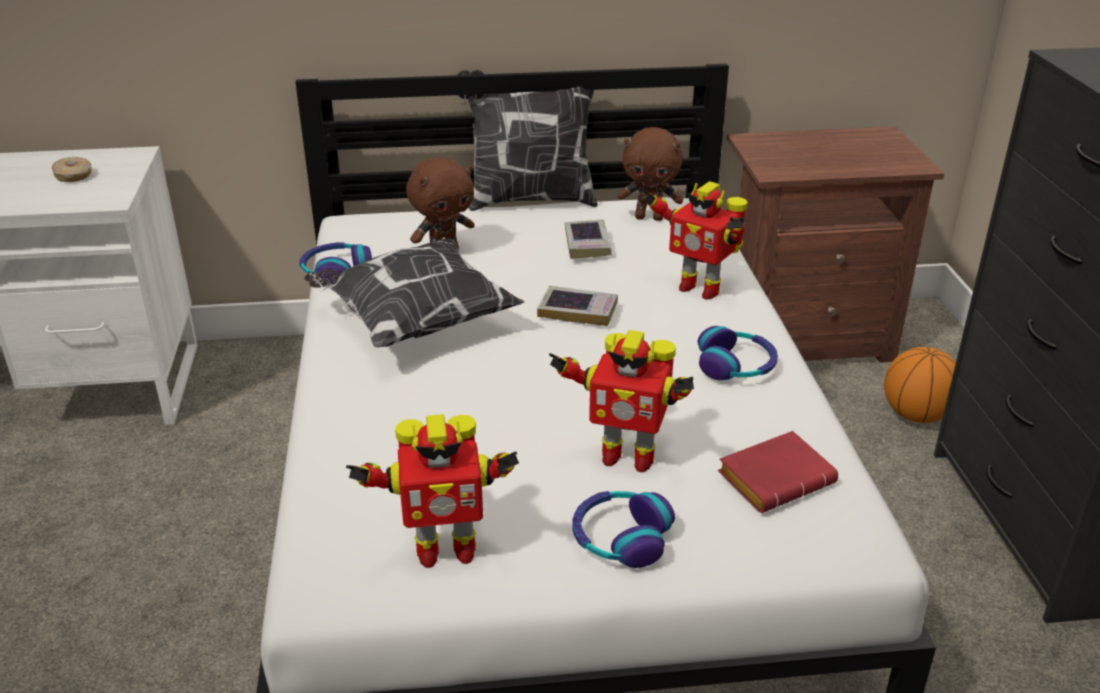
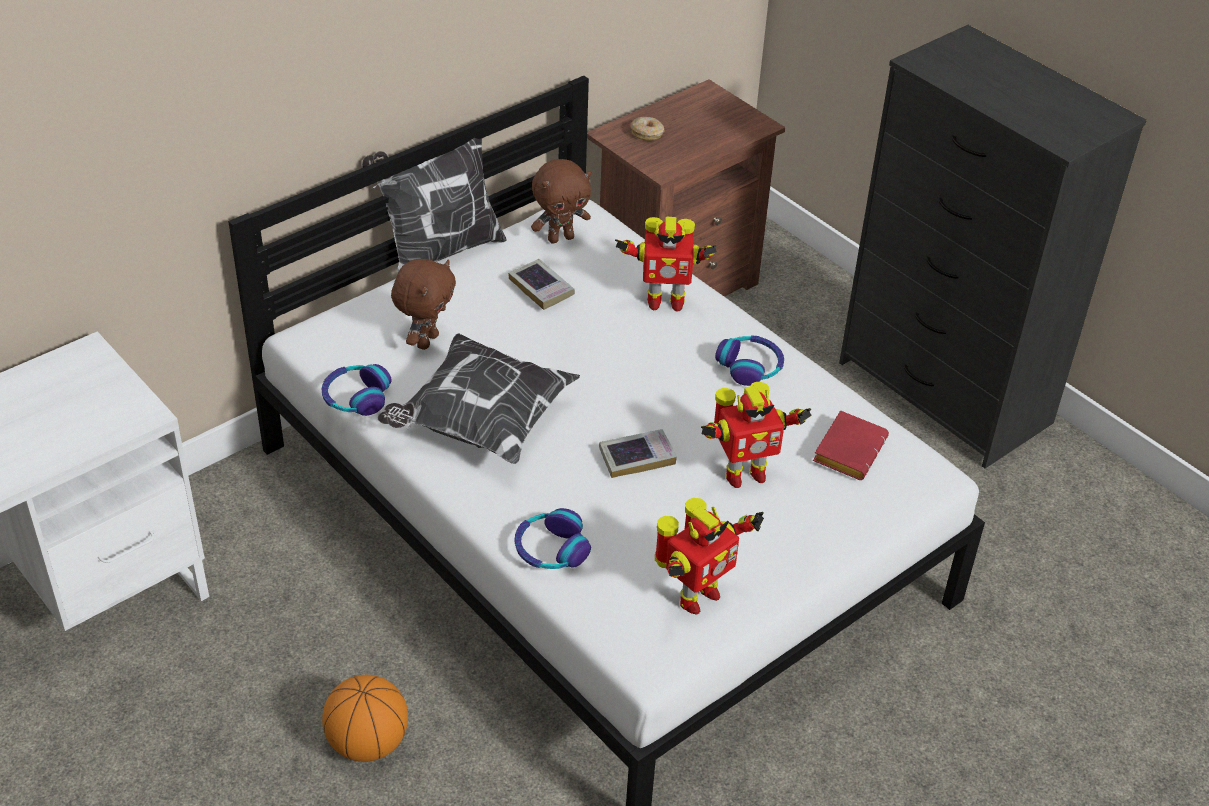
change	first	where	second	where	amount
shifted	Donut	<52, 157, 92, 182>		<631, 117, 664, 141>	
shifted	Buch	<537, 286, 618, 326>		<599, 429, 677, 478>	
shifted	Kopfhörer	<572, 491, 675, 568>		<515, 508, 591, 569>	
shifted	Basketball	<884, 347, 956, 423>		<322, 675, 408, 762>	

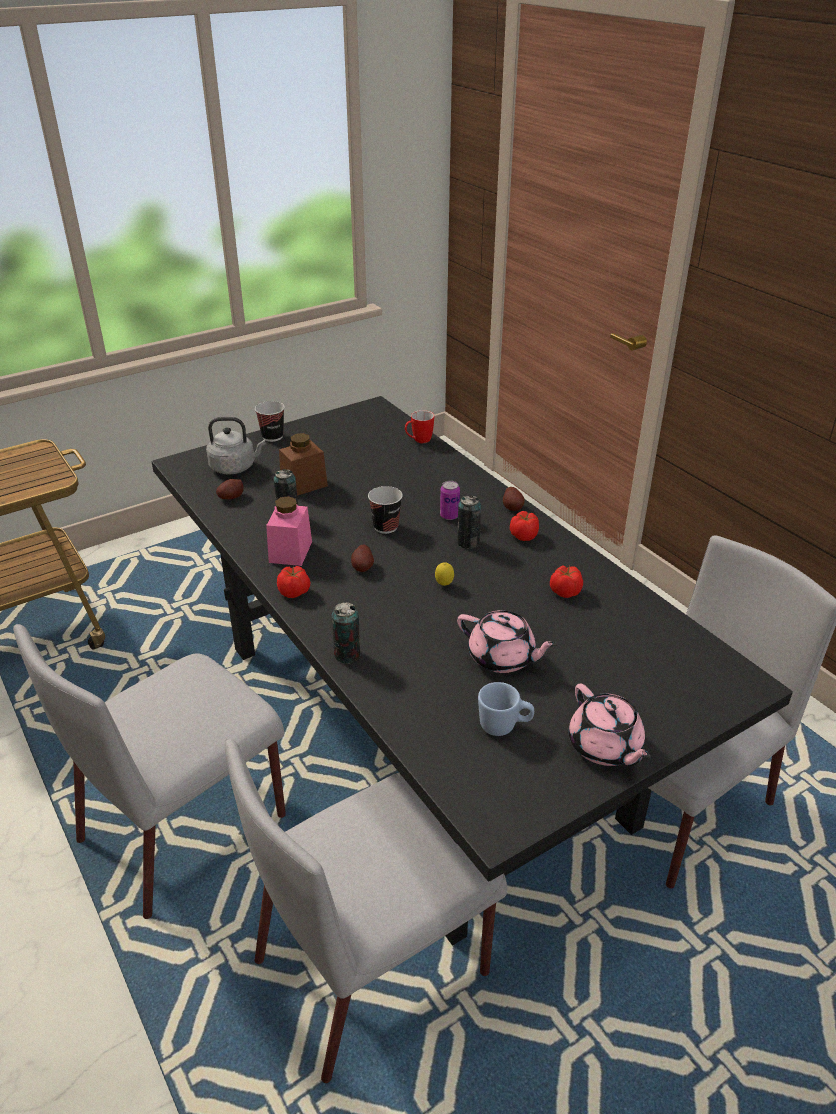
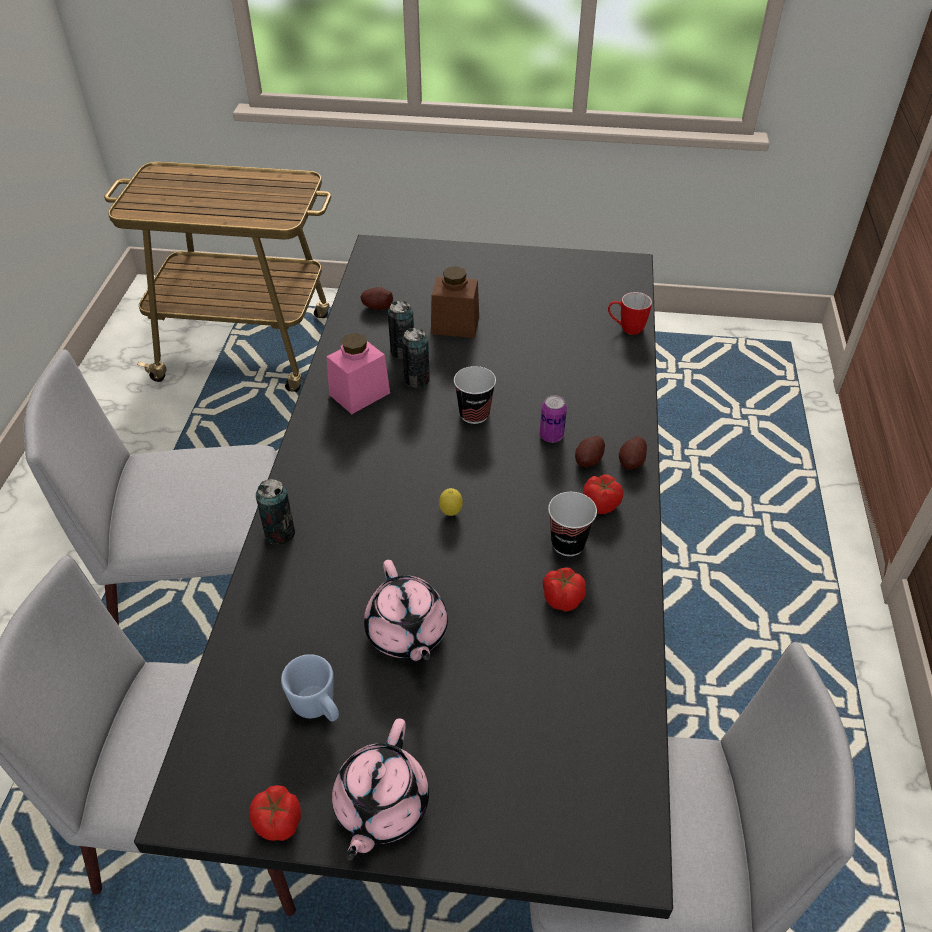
change	first	where	second	where	amount
gone	Wasserkessel/grau	<206, 417, 266, 475>			
shifted	Tasse	<255, 401, 285, 442>		<548, 492, 597, 556>	
shifted	Tomate	<277, 566, 310, 598>		<249, 785, 301, 841>	
shifted	Kartoffel	<351, 545, 374, 572>		<575, 436, 605, 467>	
shifted	Dose	<457, 495, 481, 549>		<402, 328, 430, 388>	

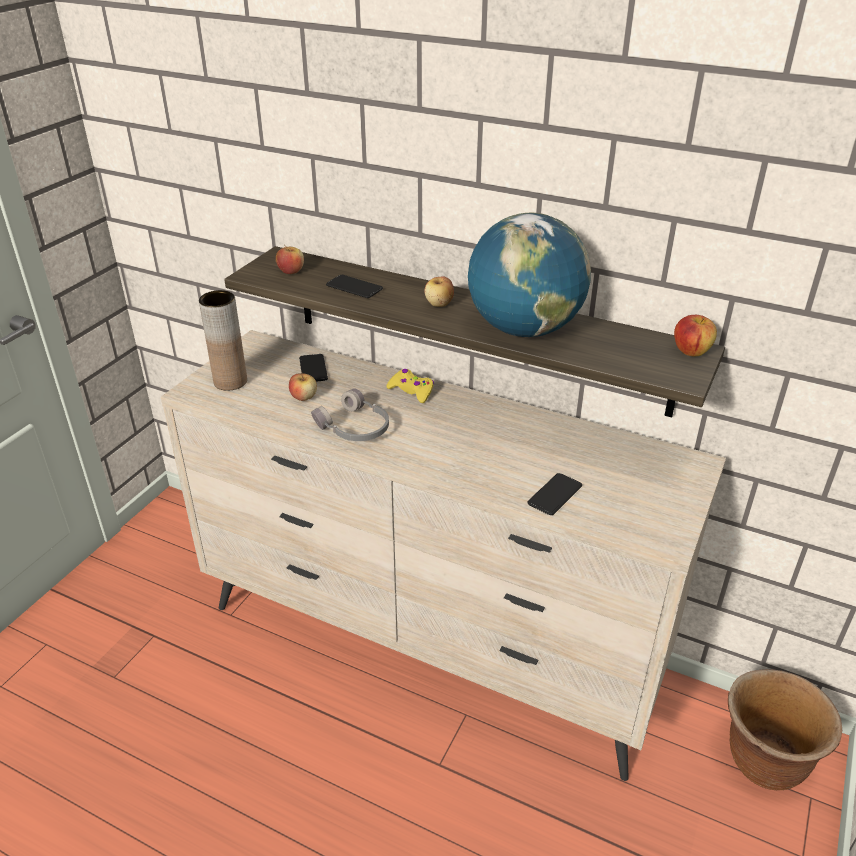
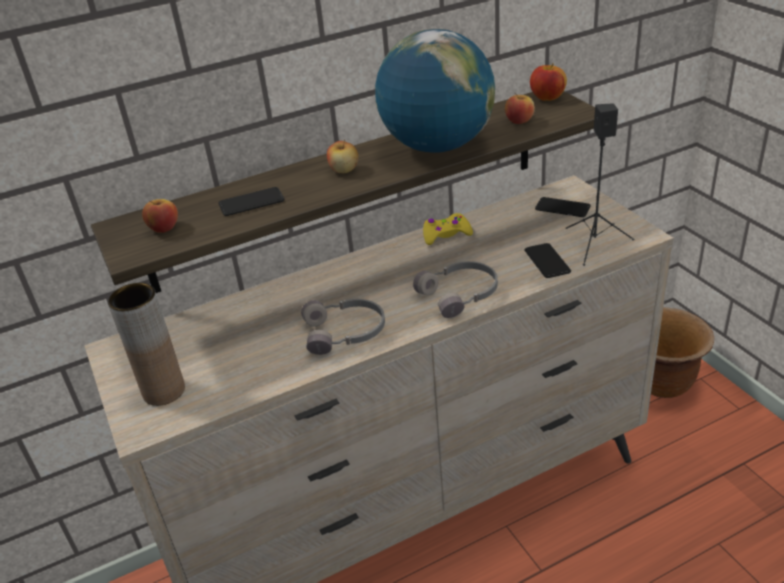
change	first	where	second	where	amount
new			Kopfhörer/grau	<413, 261, 498, 318>	
new			Lautsprecher/schwarz	<566, 103, 634, 266>	
shifted	Apfel	<289, 374, 317, 401>		<505, 93, 535, 124>	
shifted	Handy	<299, 354, 328, 382>		<535, 197, 590, 217>	
shifted	Gamepad/gelb	<386, 369, 434, 403>		<423, 213, 473, 245>	

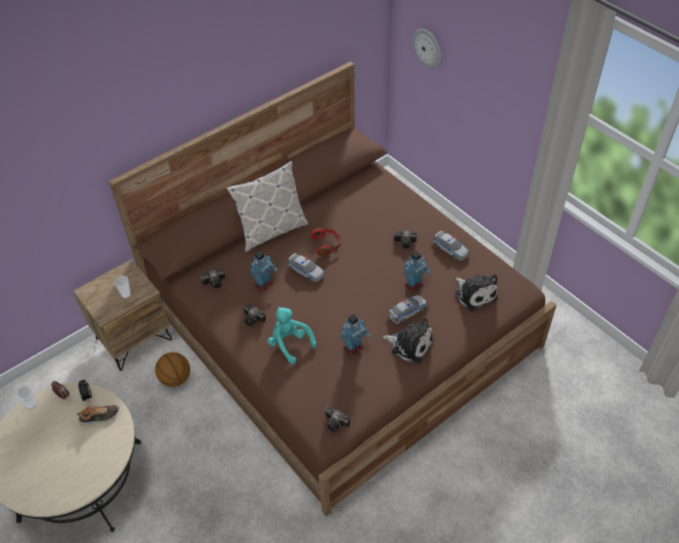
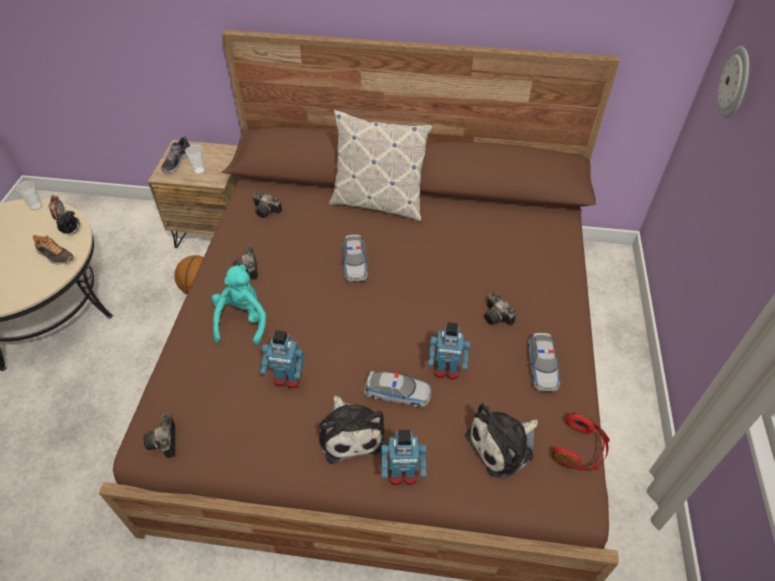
change	first	where	second	where	amount
new			Schuh	<161, 135, 190, 173>	
shifted	Spielzeugroboter	<250, 251, 278, 290>		<381, 430, 426, 485>	
shifted	Kopfhörer/rot	<311, 228, 341, 256>		<552, 412, 610, 471>	
rotated	Plüschtier	<455, 274, 498, 311>		<465, 403, 538, 478>	45 degrees clockwise

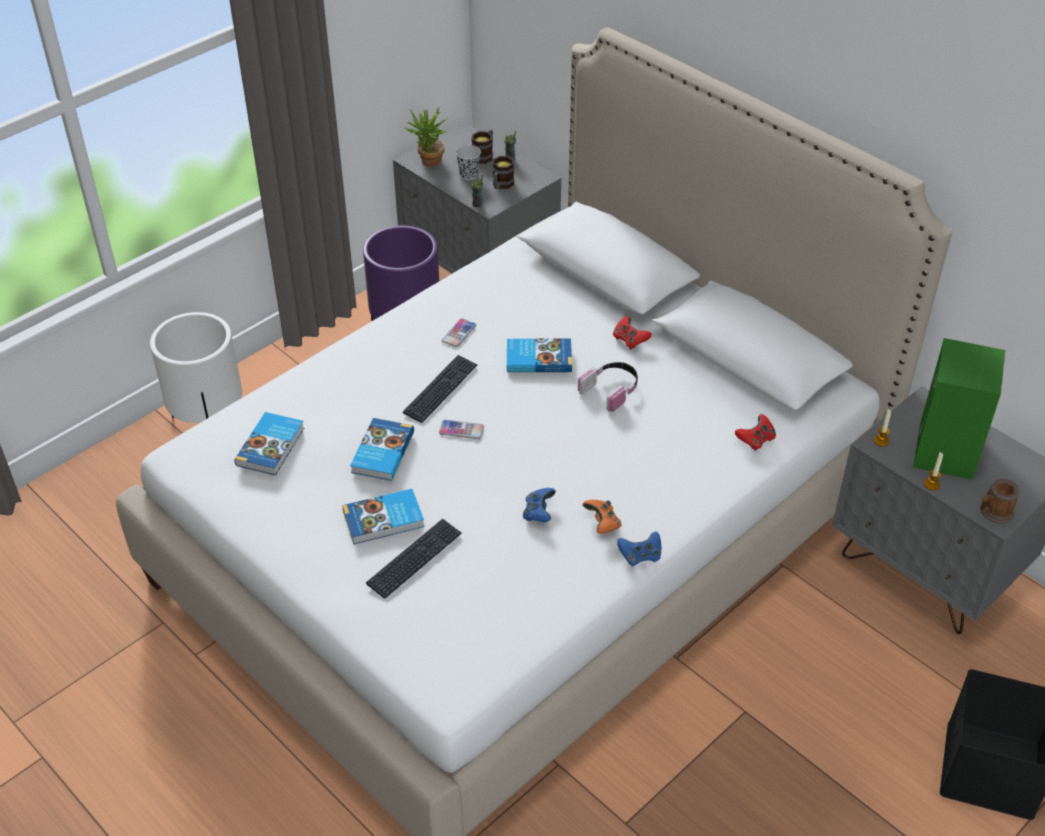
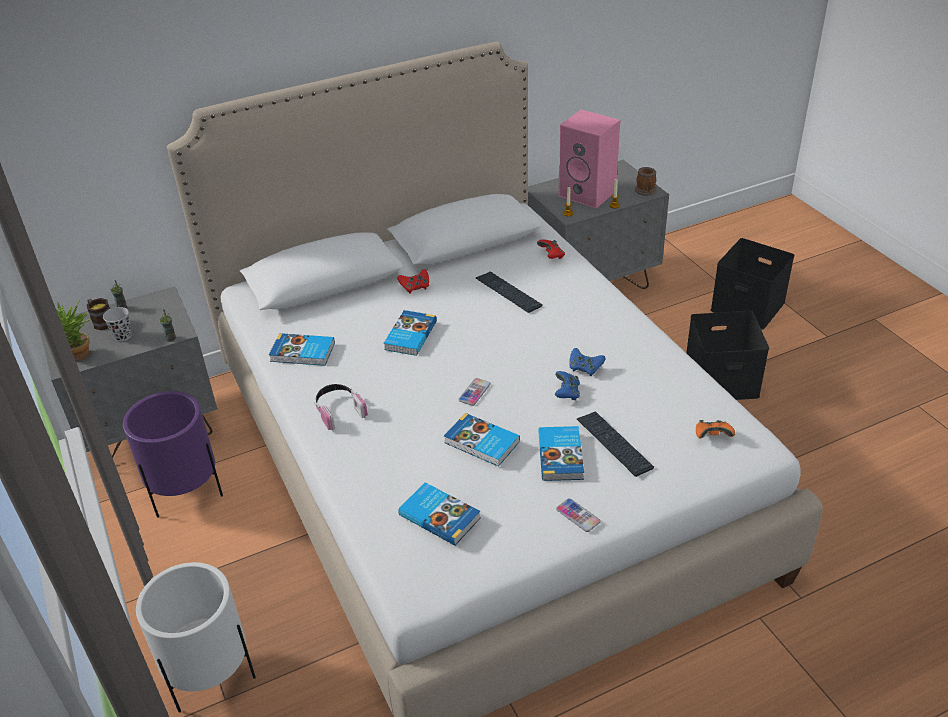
change	first	where	second	where	amount
gone	Henkelbecher	<493, 156, 514, 189>			
new			Buch	<269, 333, 335, 366>	
new			Aufbewahrungsbox/schwarz	<686, 311, 769, 400>	
shifted	Tastatur	<403, 355, 478, 423>		<476, 272, 543, 313>	
shifted	Handy	<442, 318, 476, 347>		<556, 498, 601, 532>	
shifted	Kopfhörer	<578, 362, 638, 412>		<314, 384, 368, 431>	
shifted	Gamepad/orange	<582, 500, 622, 534>		<696, 420, 735, 438>	
shifted	Gamepad/blau	<617, 531, 661, 566>		<555, 371, 580, 400>	
repainted	Lautsprecher/grün	<913, 338, 1005, 480>	Lautsprecher/rosa	<558, 110, 620, 208>	

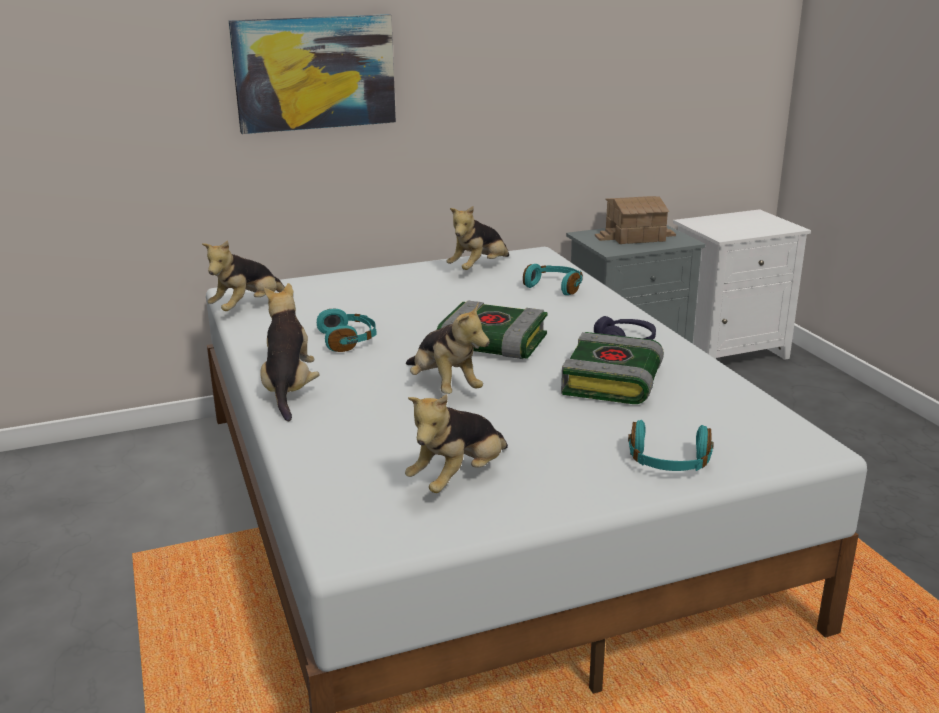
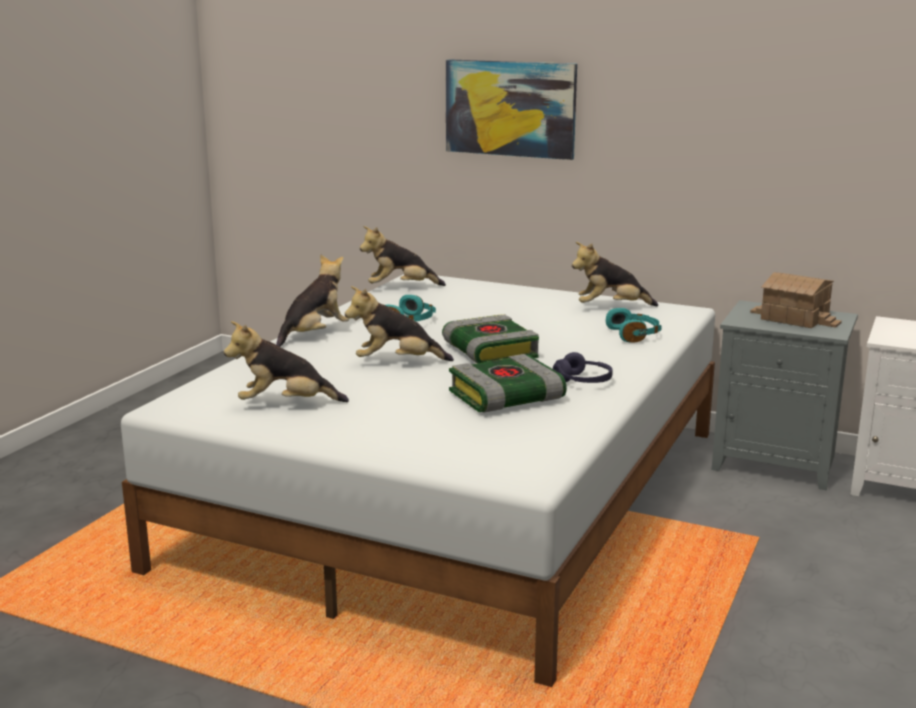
change	first	where	second	where	amount
gone	Kopfhörer/türkis	<628, 420, 714, 471>			
rotated	Plüschtier	<406, 303, 490, 394>		<345, 286, 454, 361>	75 degrees clockwise

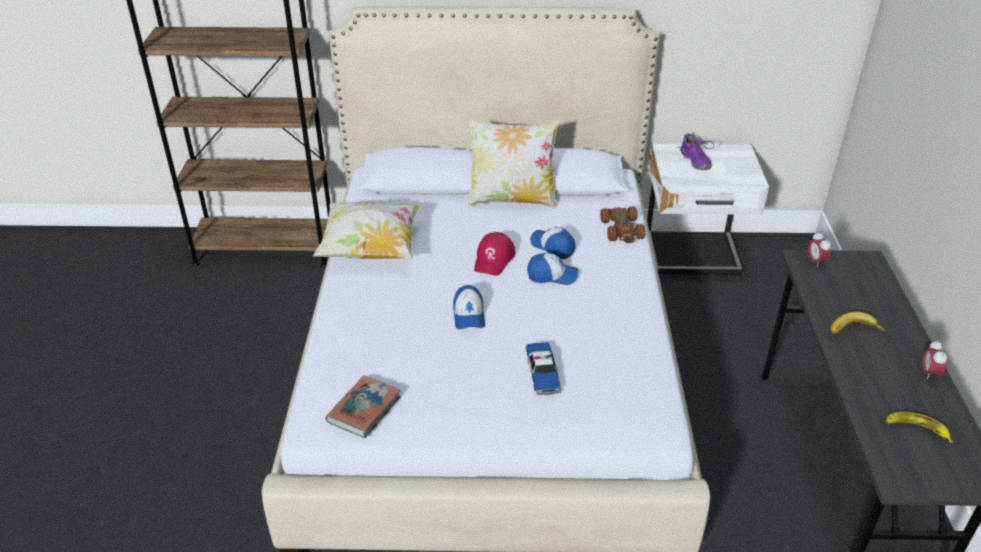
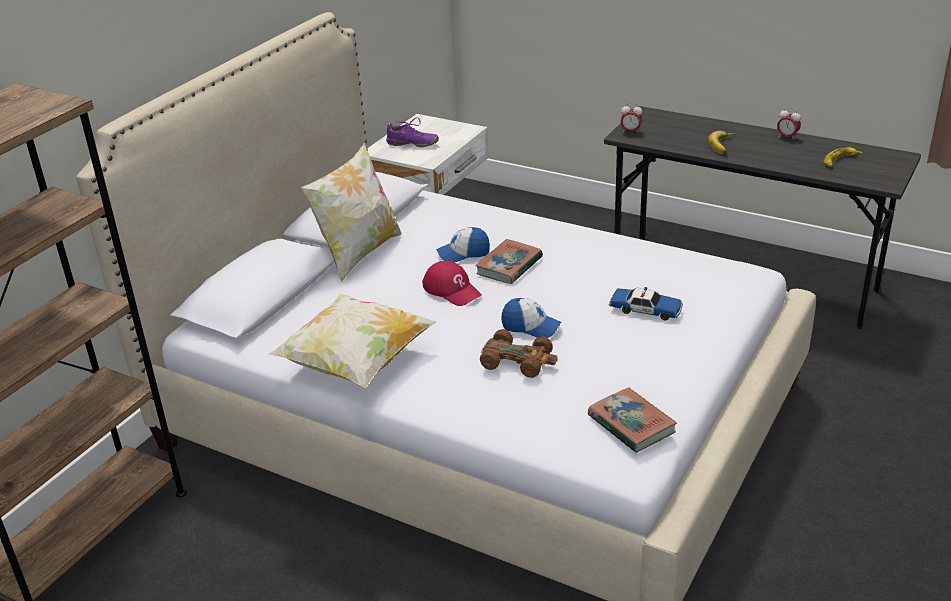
change	first	where	second	where	amount
shifted	Spielzeugauto/braun	<600, 206, 645, 243>		<480, 329, 558, 378>	
swapped	Kappe	<527, 253, 578, 285>	Buch	<475, 239, 543, 284>	

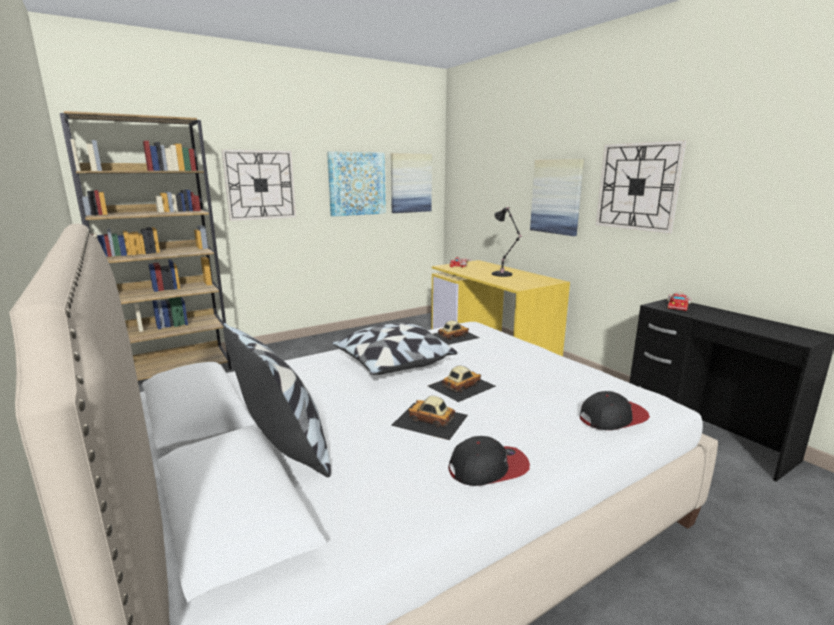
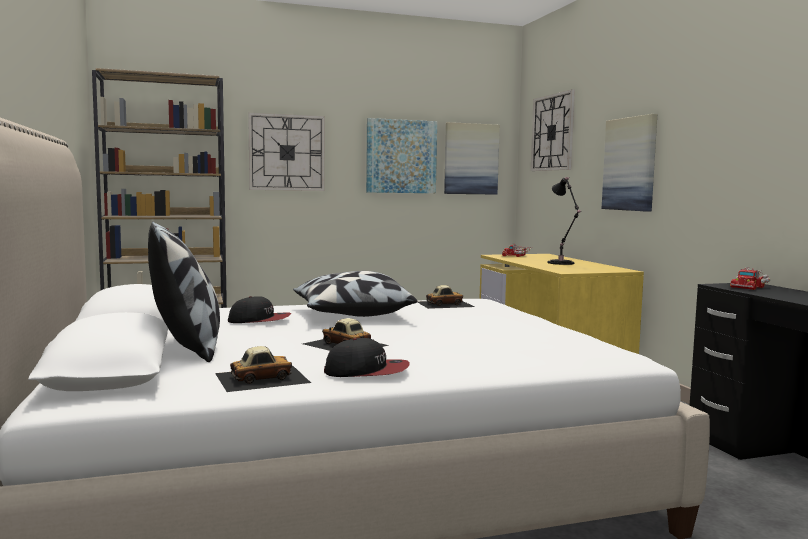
change	first	where	second	where	amount
shifted	Spielzeugauto	<428, 366, 496, 402>		<215, 346, 311, 392>	
shifted	Kappe	<580, 391, 650, 430>		<228, 296, 291, 323>	
shifted	Wanduhr	<596, 140, 686, 234>		<531, 89, 575, 171>	

